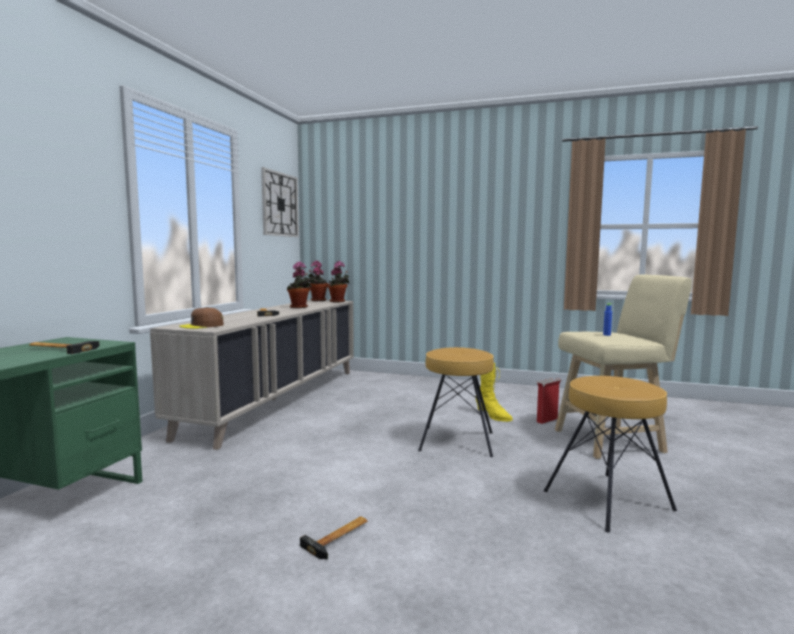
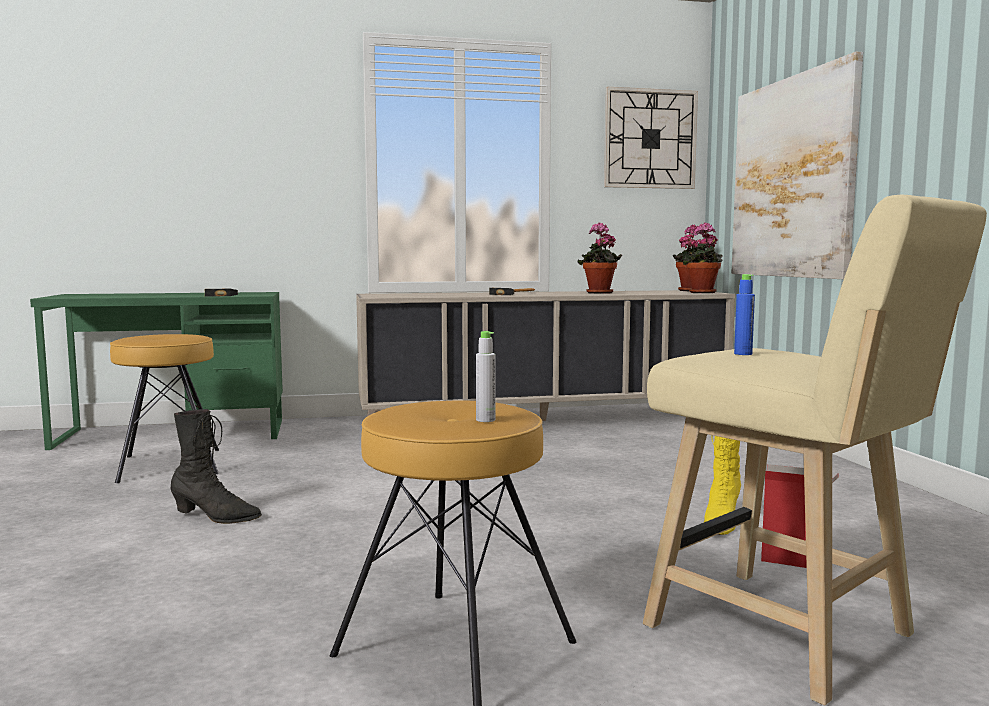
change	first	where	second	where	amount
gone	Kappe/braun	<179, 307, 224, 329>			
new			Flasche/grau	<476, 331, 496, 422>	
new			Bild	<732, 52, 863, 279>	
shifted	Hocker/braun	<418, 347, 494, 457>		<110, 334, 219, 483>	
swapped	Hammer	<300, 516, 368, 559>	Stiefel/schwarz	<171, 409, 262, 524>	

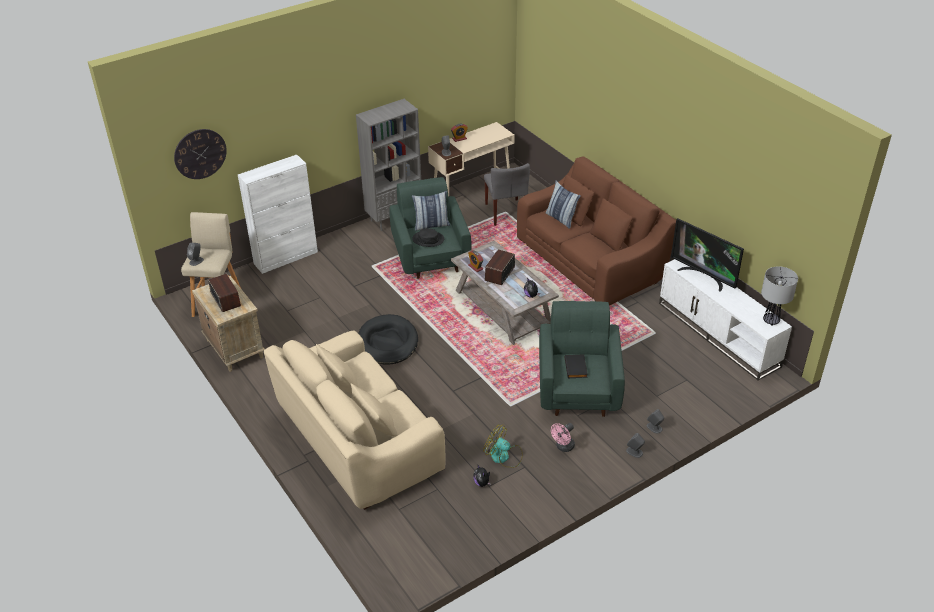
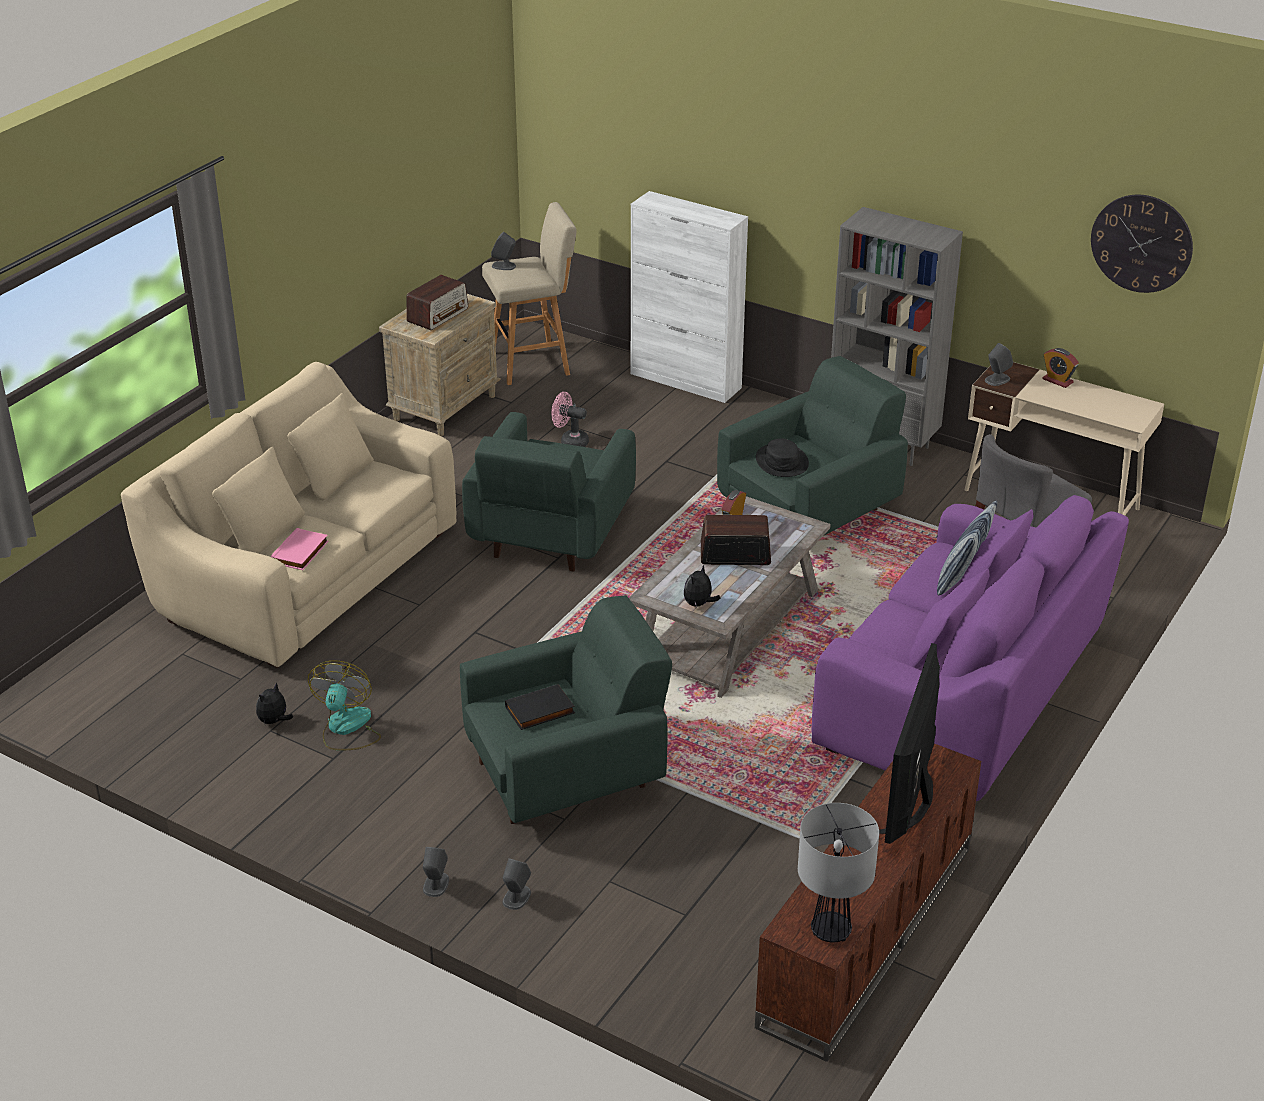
change	first	where	second	where	amount
gone	Kissen	<412, 191, 450, 231>			
new			Buch/rosa	<271, 528, 329, 570>	
shifted	Wanduhr	<174, 129, 227, 179>		<1091, 195, 1193, 293>	
shifted	Ventilator/rosa	<551, 423, 575, 452>		<551, 392, 589, 447>	
swapped	Hundebett/schwarz	<358, 314, 418, 365>	Sessel/grün	<462, 412, 636, 572>	
repainted	Sofa/braun	<517, 157, 676, 305>	Sofa/lila	<812, 495, 1129, 801>	
repainted	Fernsehschrank/weiß	<659, 259, 792, 380>	Fernsehschrank/braun	<755, 744, 981, 1062>	

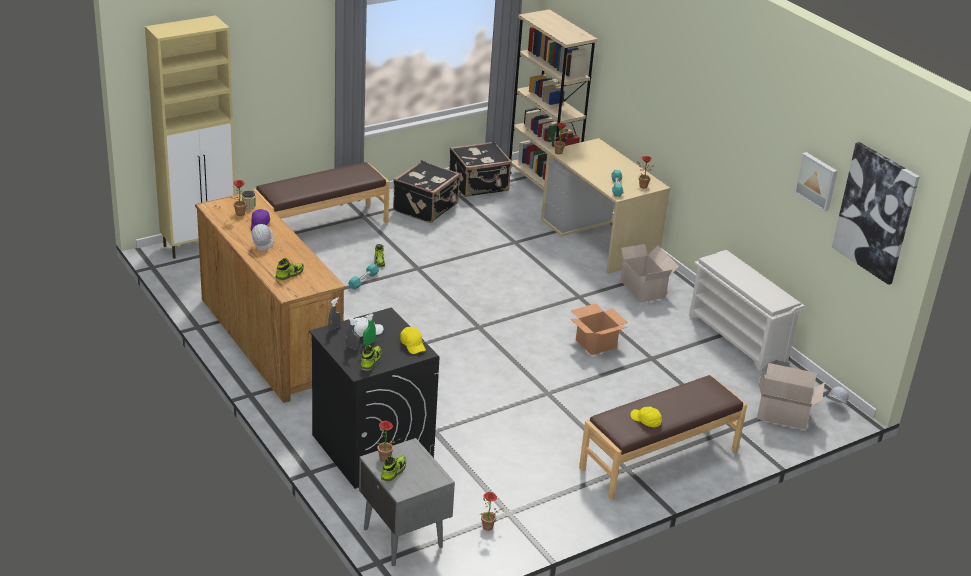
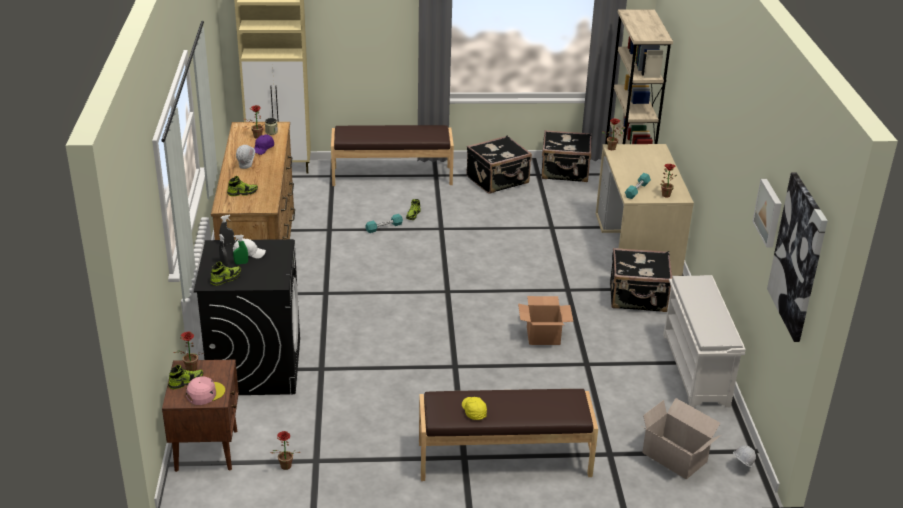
change	first	where	second	where	amount
gone	Kappe/gelb	<400, 327, 426, 354>			
new			Kappe/rosa	<186, 376, 225, 405>	
swapped	Karton	<619, 244, 679, 303>	Koffer/schwarz	<610, 248, 672, 312>	
repainted	Nachttisch/grau	<359, 438, 455, 566>	Nachttisch/braun	<162, 360, 239, 472>	

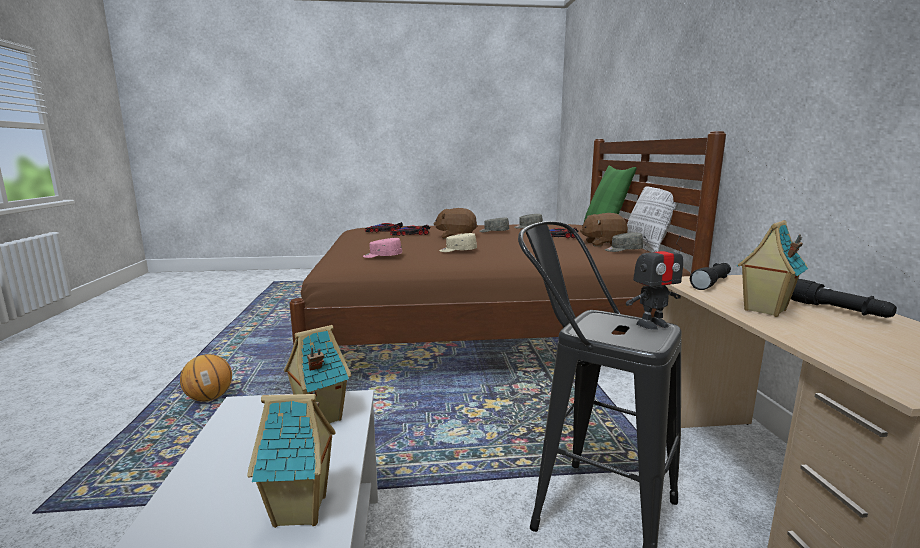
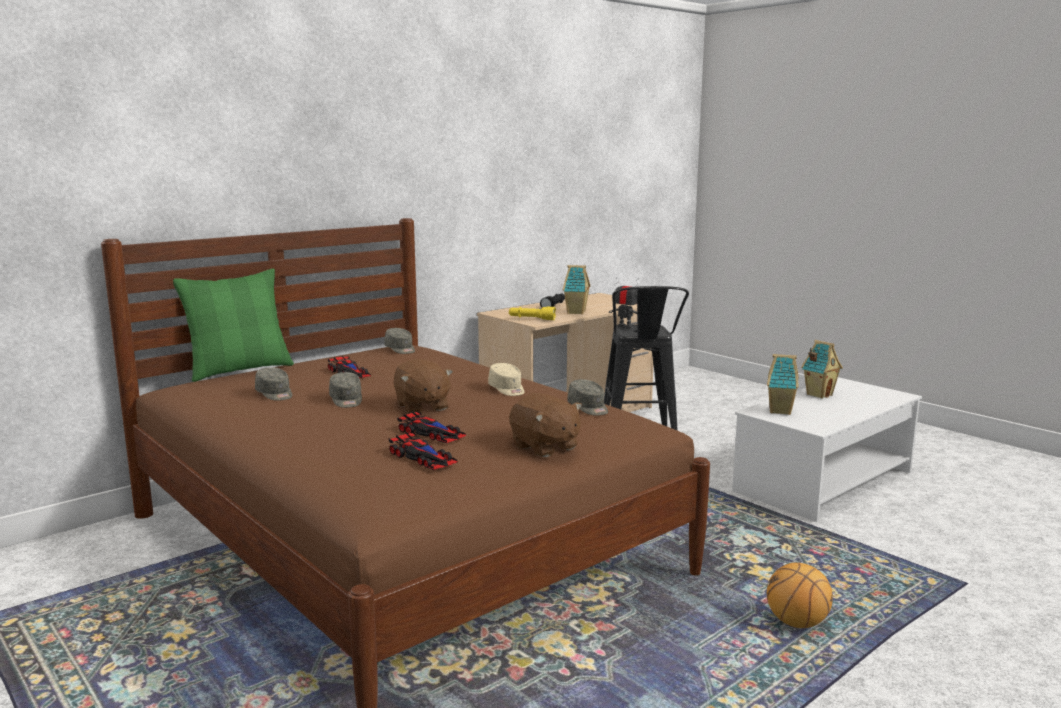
change	first	where	second	where	amount
gone	Kissen	<627, 181, 685, 252>			
shifted	Plüschtier/braun	<580, 213, 628, 247>		<509, 393, 582, 457>	
repainted	Kappe/rosa	<363, 238, 402, 258>	Kappe/grau	<568, 379, 608, 416>	
repainted	Taschenlampe/schwarz	<690, 263, 731, 290>	Taschenlampe/gelb	<509, 307, 556, 320>	

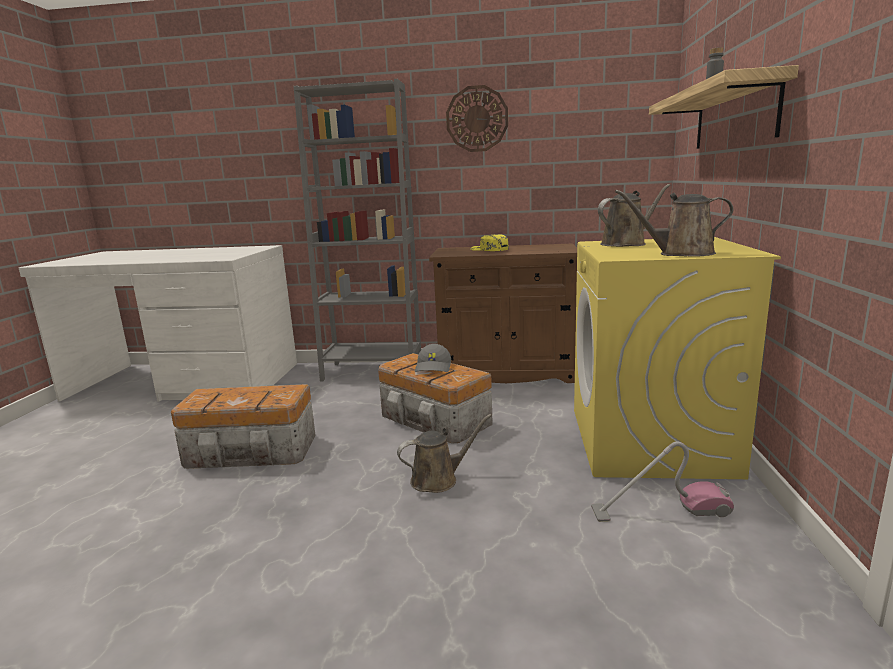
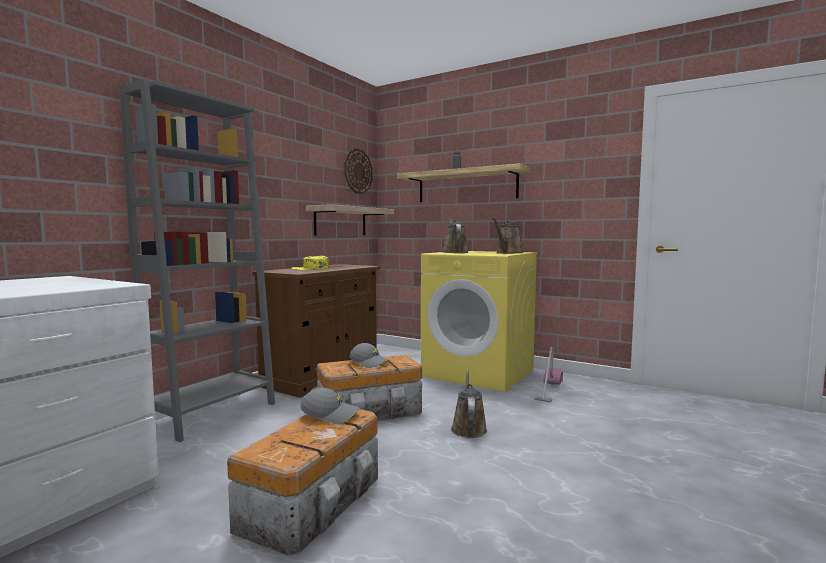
change	first	where	second	where	amount
new			Kappe/grau	<300, 388, 359, 424>	
new			Wandregal	<306, 204, 394, 236>	
shifted	Wanduhr	<446, 85, 508, 152>		<344, 148, 373, 194>	

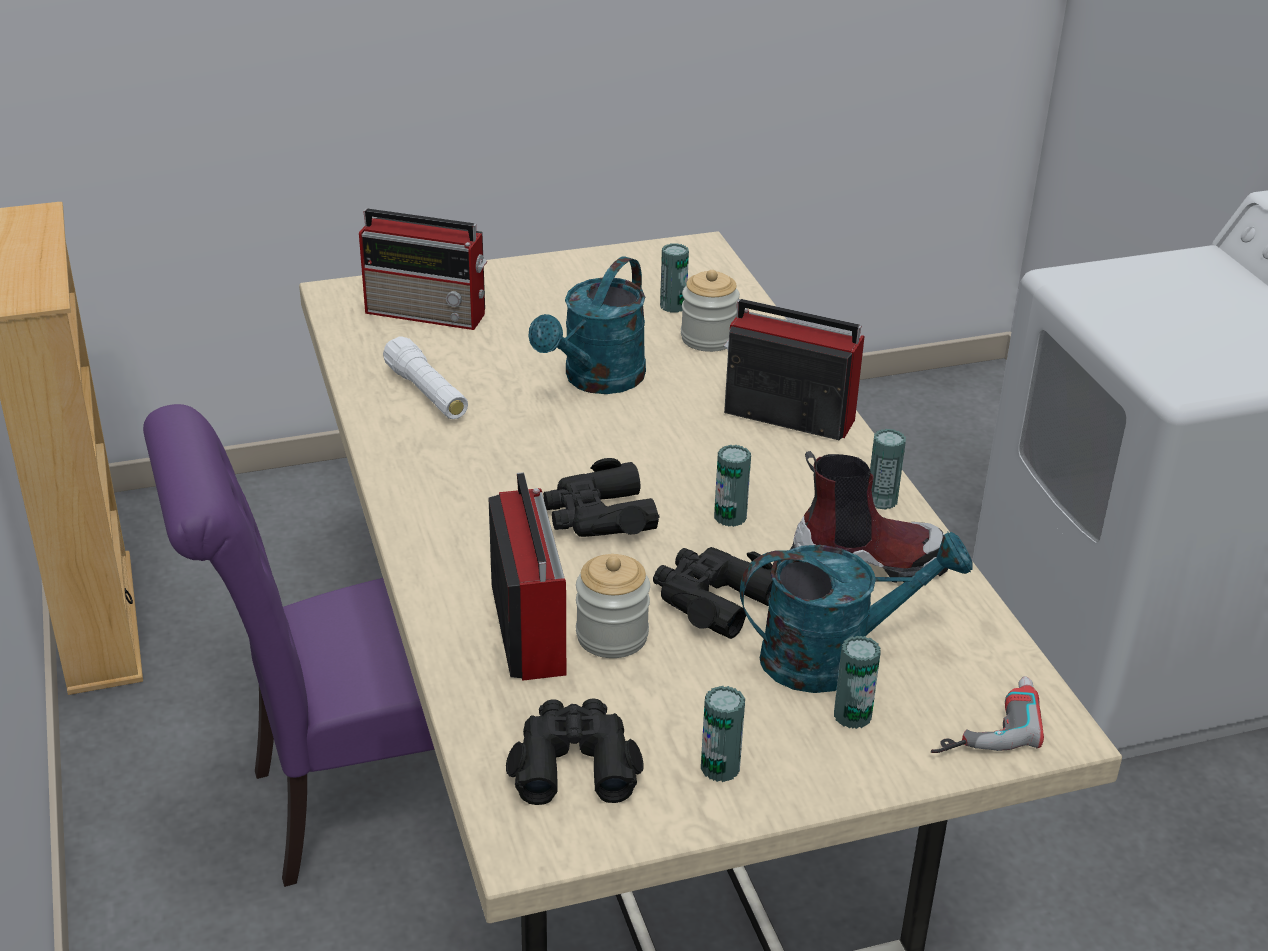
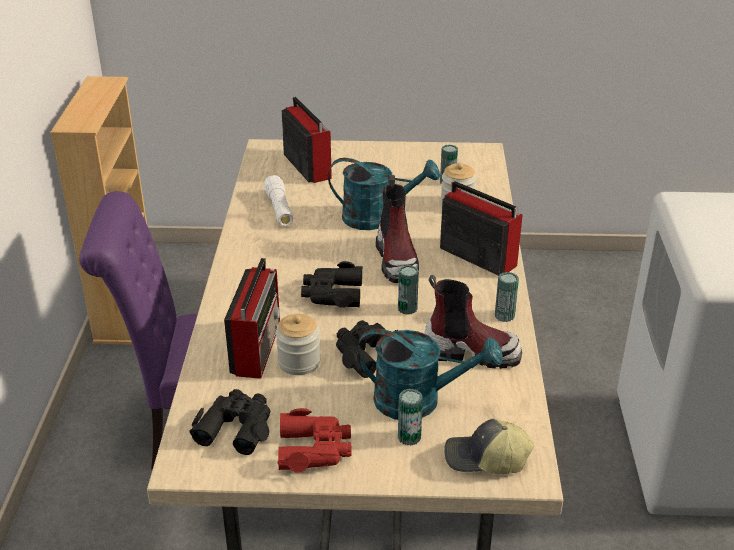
change	first	where	second	where	amount
new			Stiefel	<376, 175, 419, 283>	
swapped	Dose	<701, 686, 745, 782>	Fernglas/rot	<278, 408, 352, 473>	
swapped	Bohrmaschine	<931, 676, 1044, 753>	Kappe	<444, 419, 534, 474>	
rotated	Radio	<359, 208, 487, 330>		<282, 97, 332, 183>	150 degrees counterclockwise
rotated	Gießkanne/türkis	<529, 256, 646, 394>		<328, 158, 440, 230>	135 degrees counterclockwise

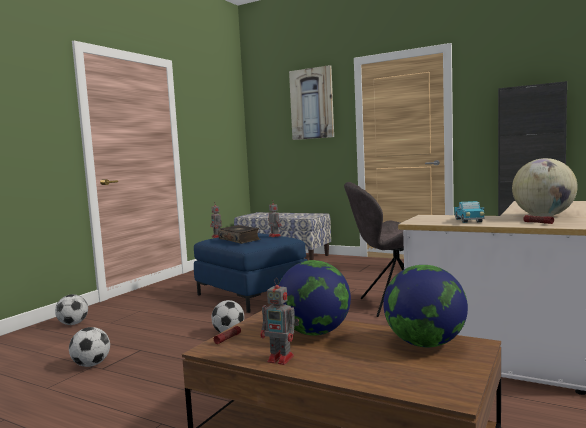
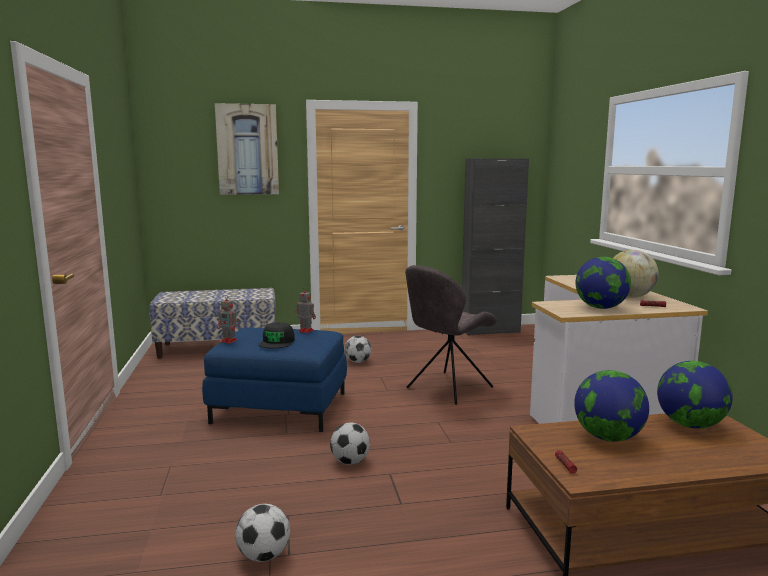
change	first	where	second	where	amount
gone	Spielzeugroboter	<260, 278, 299, 365>			
shifted	Fußball	<55, 294, 88, 325>		<344, 336, 372, 363>	
swapped	Buch	<218, 225, 260, 244>	Kappe/schwarz	<259, 322, 295, 348>	
swapped	Spielzeuglaster	<454, 201, 485, 223>	Globus	<576, 257, 631, 309>	

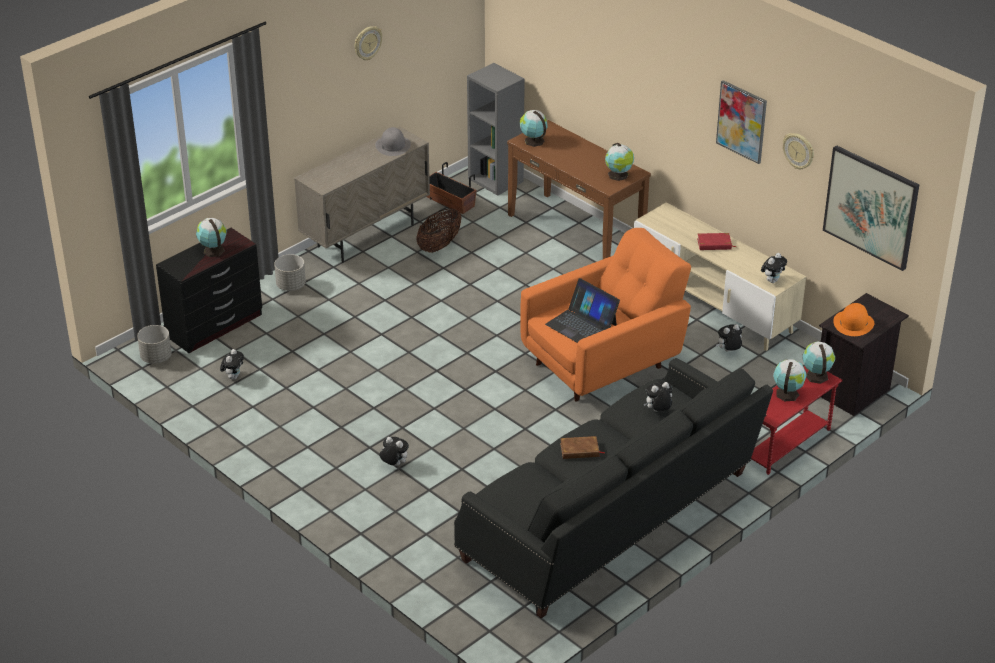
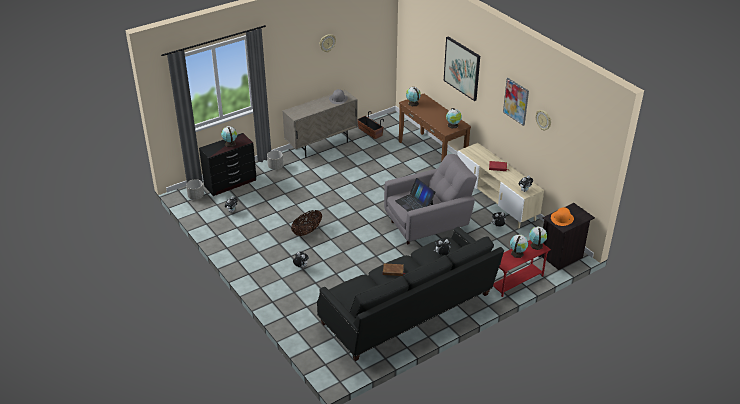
change	first	where	second	where	amount
gone	Bücherregal/grau	<467, 63, 525, 196>			
shifted	Korb	<416, 208, 462, 253>		<291, 210, 322, 236>	
shifted	Bild	<823, 145, 919, 271>		<444, 36, 480, 101>	
repainted	Sessel/orange	<520, 228, 691, 401>	Sessel/grau	<384, 154, 477, 244>	

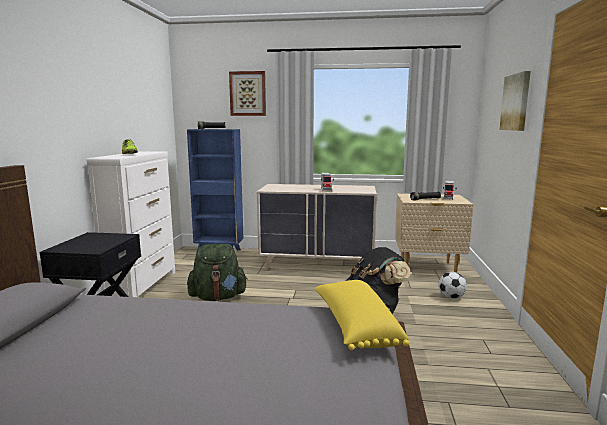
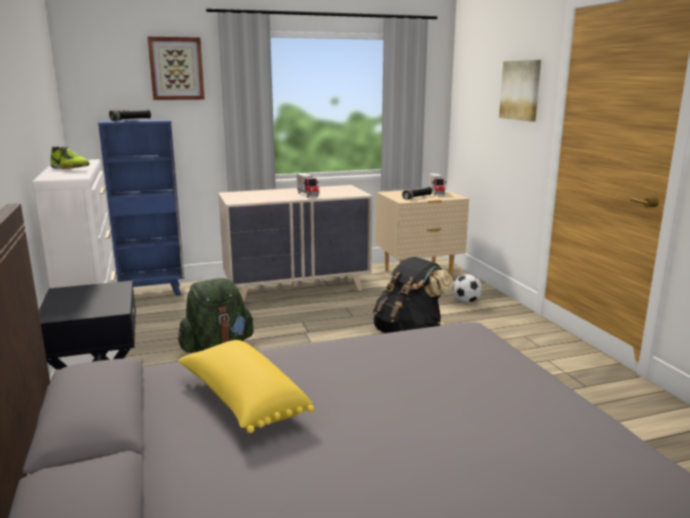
change	first	where	second	where	amount
shifted	Kissen/gelb	<315, 280, 409, 350>		<178, 340, 314, 433>	

